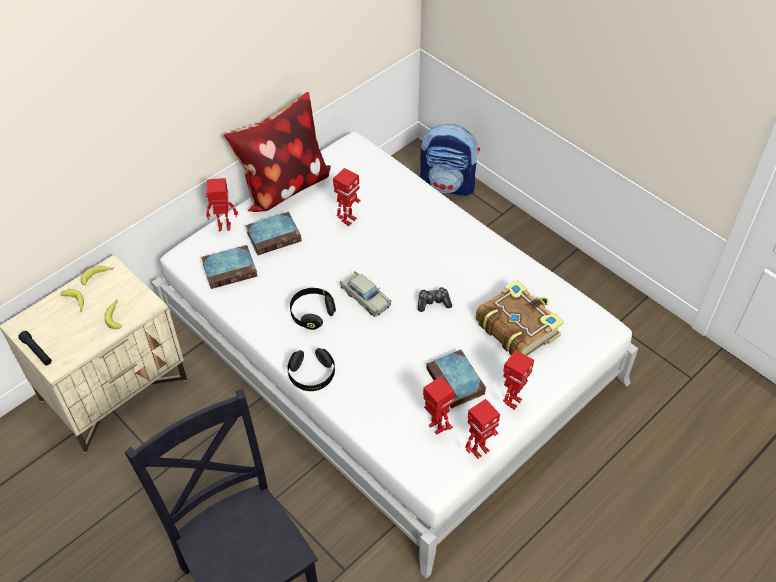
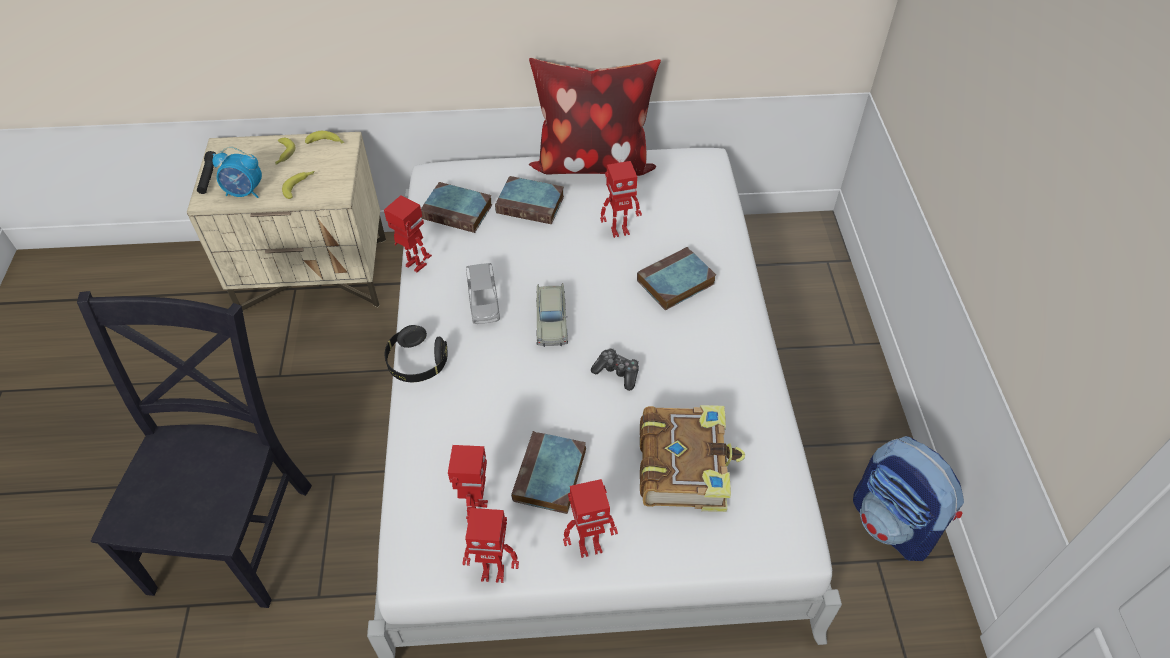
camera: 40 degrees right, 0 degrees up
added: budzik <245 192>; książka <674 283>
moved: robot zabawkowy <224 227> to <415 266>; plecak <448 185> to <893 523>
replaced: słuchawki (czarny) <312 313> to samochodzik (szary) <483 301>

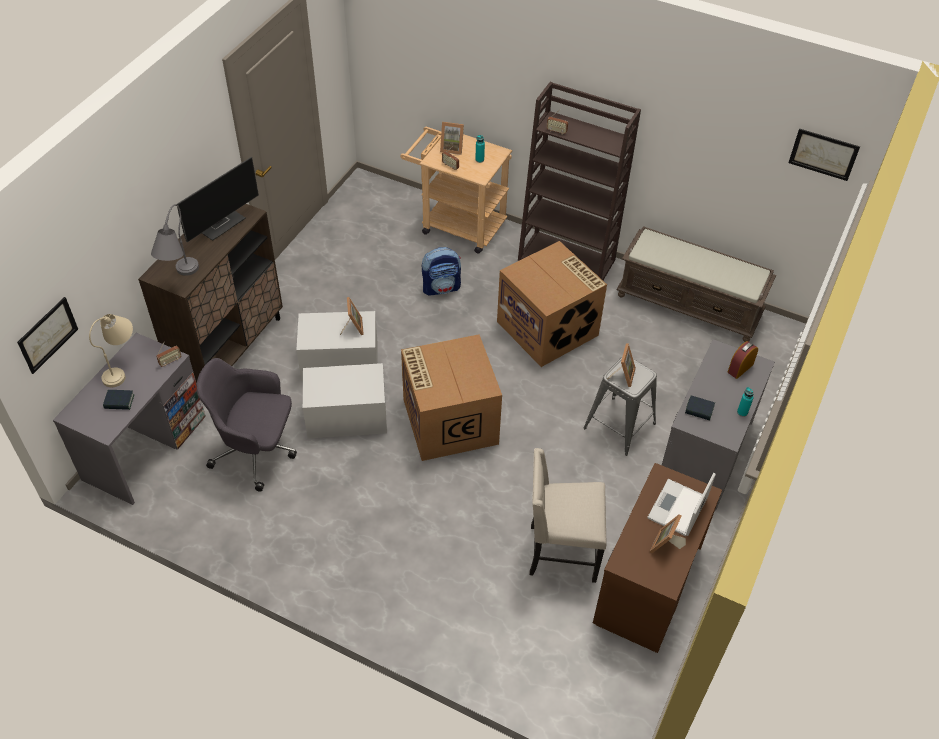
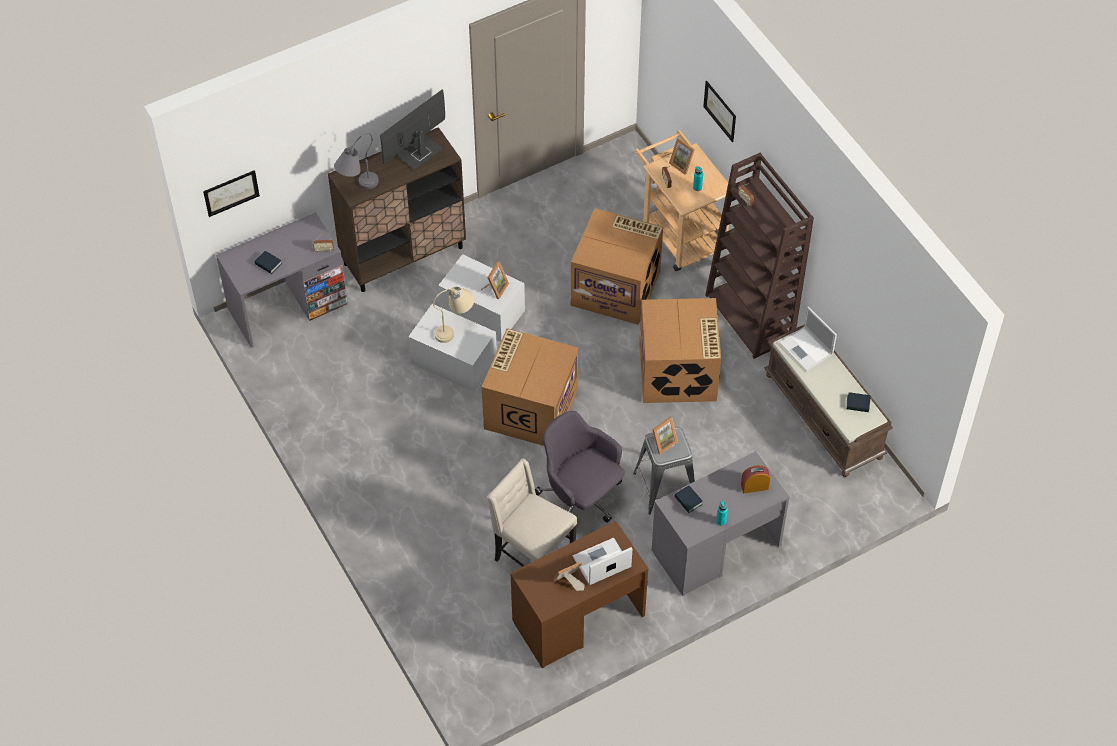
camera: 35 degrees right, 5 degrees up
added: laptop <806 349>; książka <858 404>
moved: lampa stołowa (beżowy) <122 367> to <455 328>; krzesło biurowe (szary) <256 451> to <581 499>; obraz <823 154> to <720 111>
replaced: plecak <441 287> to karton <617 287>
turned: monitor <220 223> = <419 153> 150 degrees clockwise

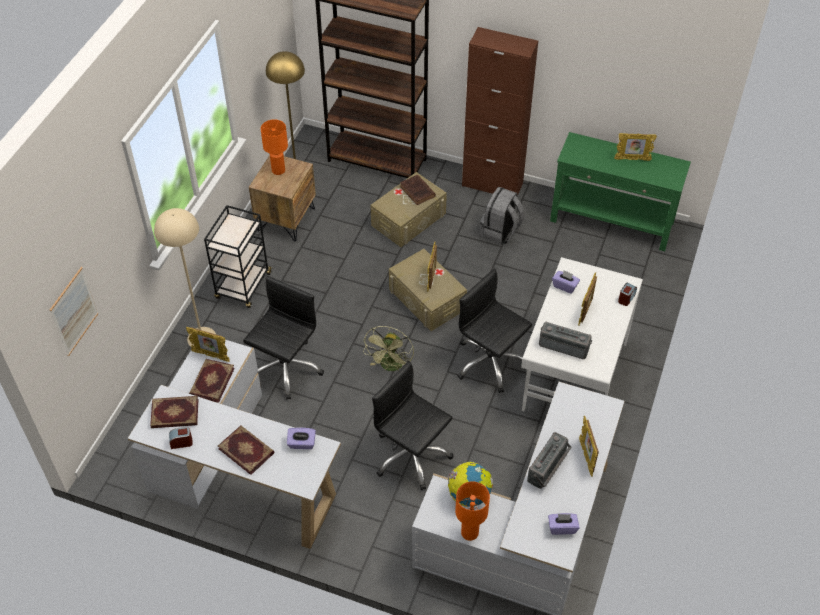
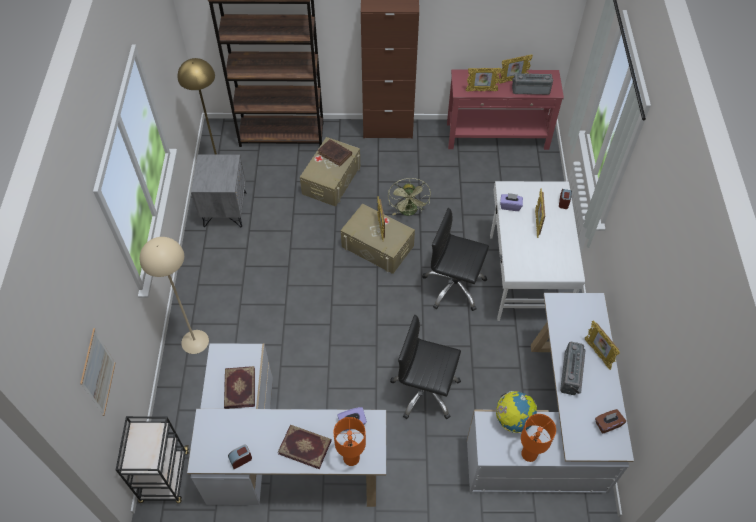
camera: 20 degrees left, 5 degrees up
removed: książka <175 414>; krzesło biurowe (czarny) <285 368>; plecak (szary) <500 232>
moved: wózek (czarny) <243 287> to <165 477>; lampa stołowa (pomarańczowy) <278 170> to <351 458>; wentylator (zielony) <391 367> to <409 212>; ramka na zdjęcie <211 356> to <481 90>; radio <564 345> to <530 89>
recoloured: szafka nocna (brązowy) <286 219> to szafka nocna (szary) <224 209>; stolik konsolowy (zielony) <612 222> to stolik konsolowy (czerwony) <497 136>; pudełko chusteczek (fioletowy) <562 527> to pudełko chusteczek (brązowy) <607 424>

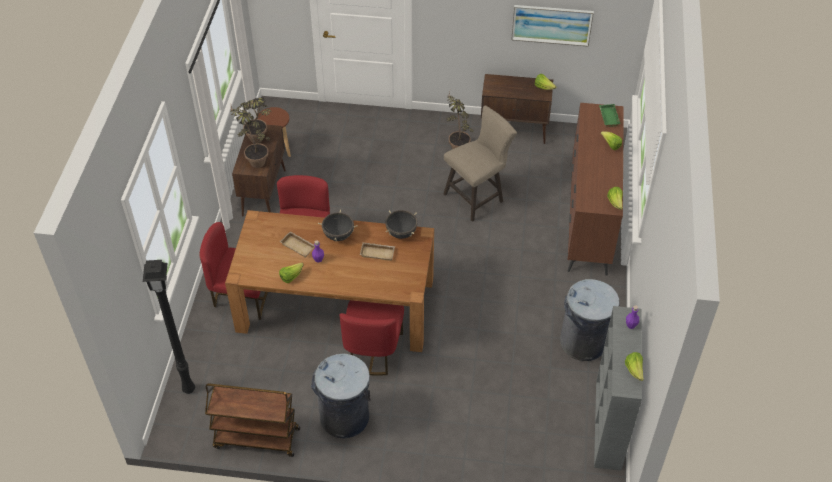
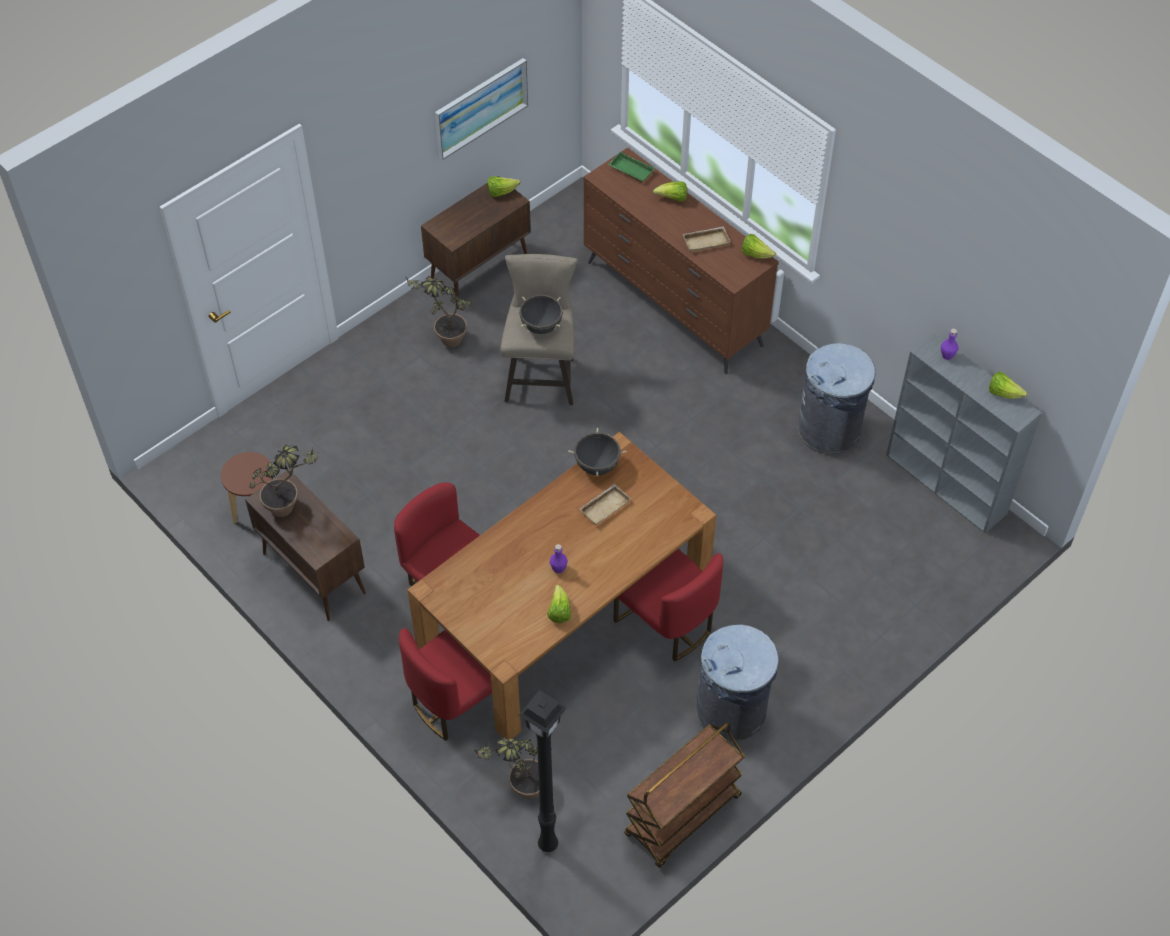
camera: 50 degrees left, 5 degrees up
moved: roślina doniczkowa <254 160> to <520 788>; garnek (czarny) <338 235> to <541 326>; taca (beżowy) <299 246> to <706 241>

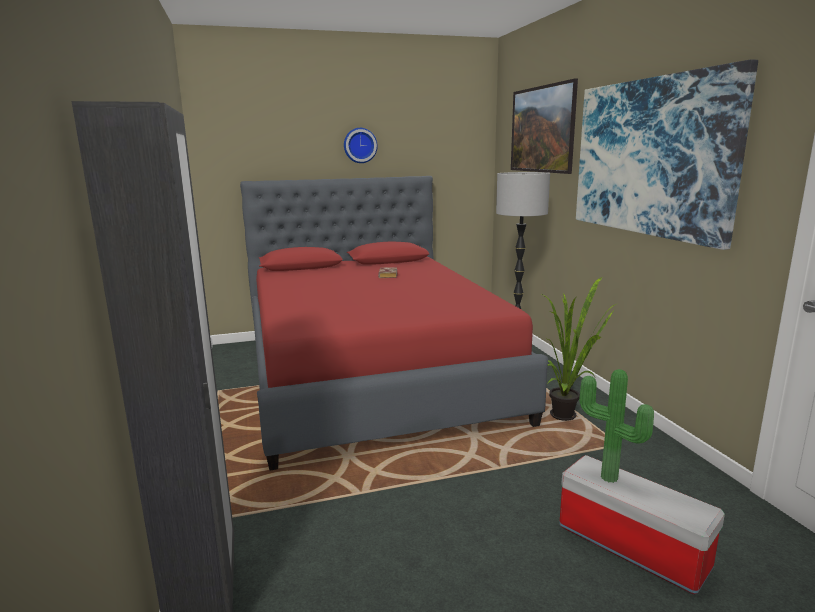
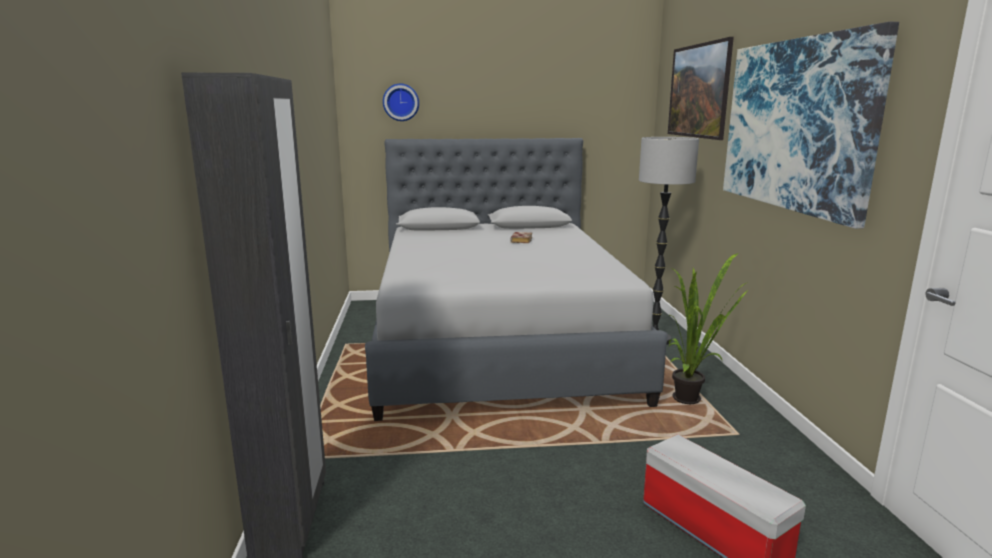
camera: 10 degrees right, 0 degrees up
removed: roślina doniczkowa <608 479>
moved: zegar ścienny <360 145> to <401 102>
recoloured: łóżko (czerwony) <373 376> to łóżko (szary) <499 342>

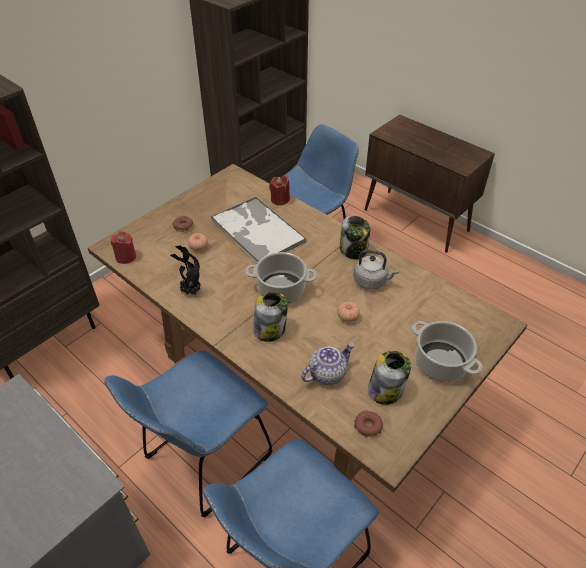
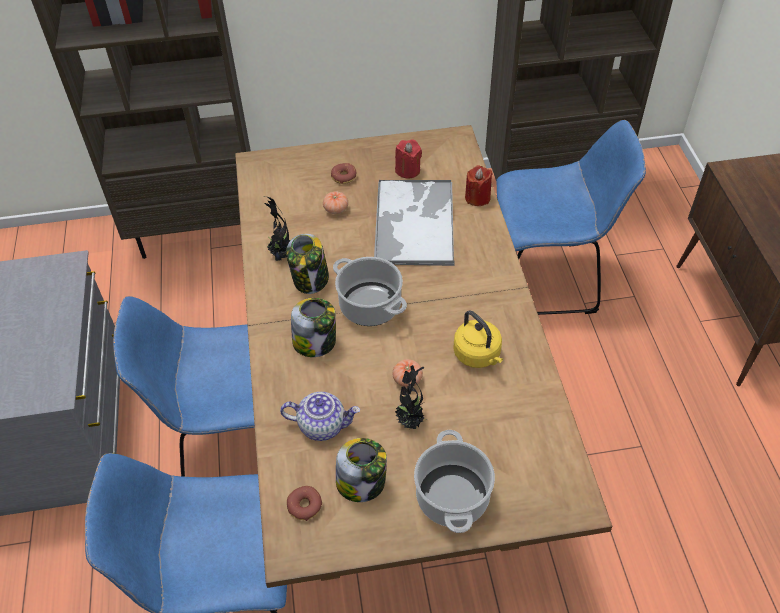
camera: 40 degrees right, 5 degrees up
added: roślina doniczkowa <411 421>
moved: słoik <353 250> to <310 280>; świeca (czerwony) <126 257> to <408 170>
recoloured: czajnik (szary) <372 281> to czajnik (żółty) <478 355>

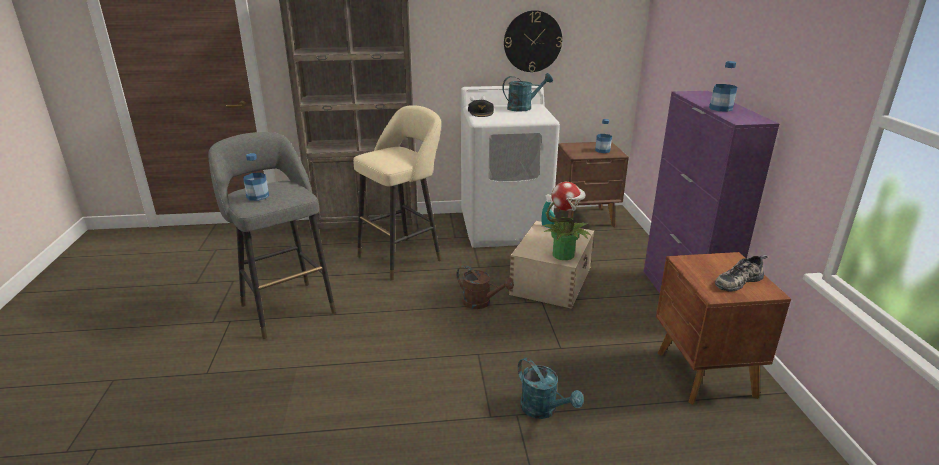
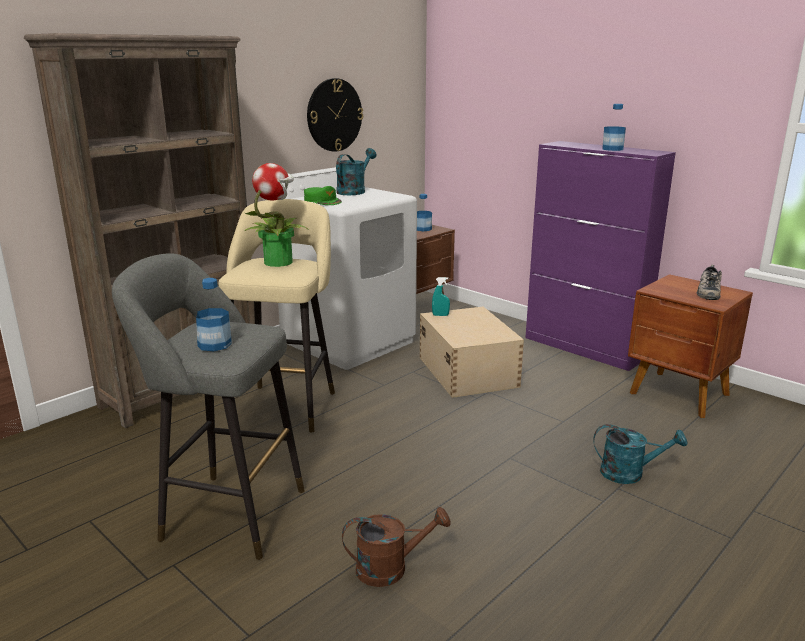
camera: 40 degrees left, 5 degrees down
moved: roślina doniczkowa <564 254> to <278 262>; konewka (brązowy) <481 303> to <390 568>
recoloured: czapka z daszkiem (czarny) <481 112> to czapka z daszkiem (zielony) <322 201>

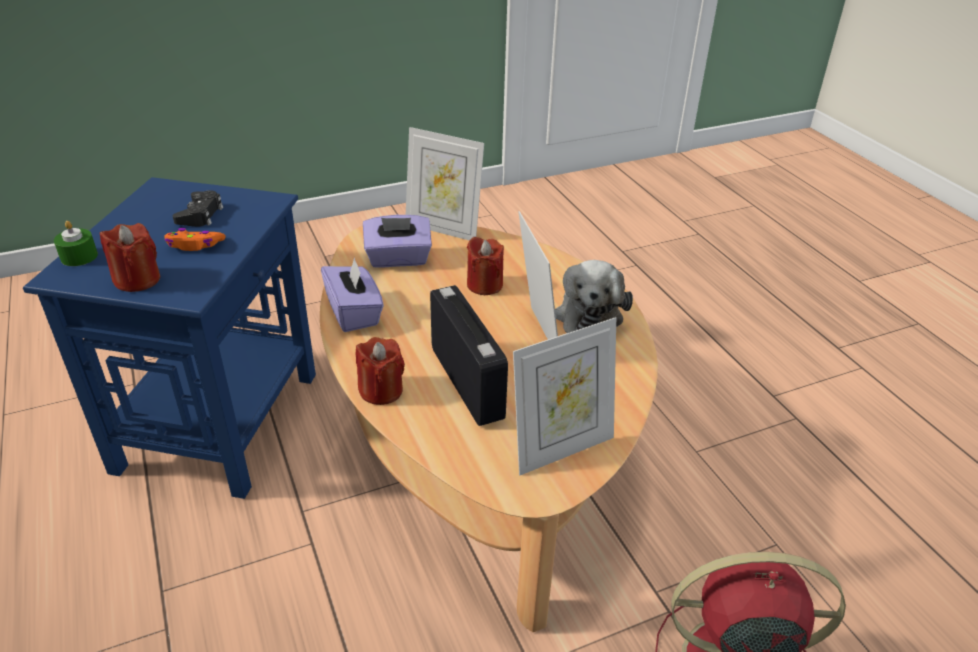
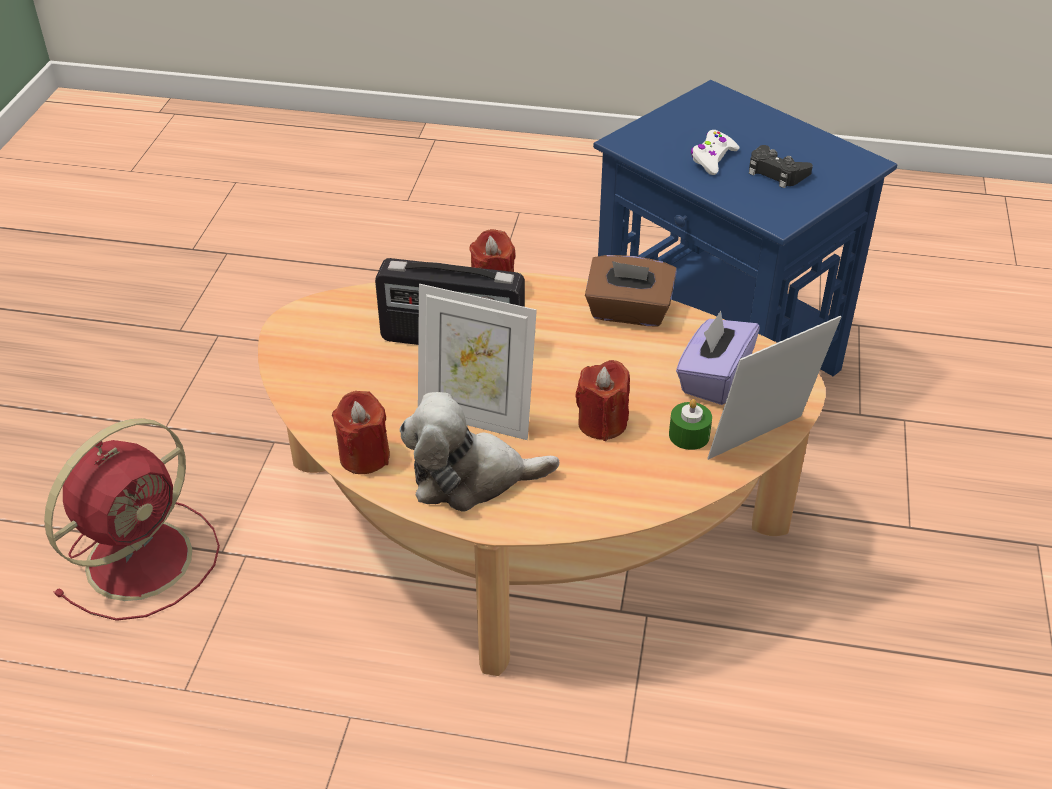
camera: 125 degrees right, 5 degrees up
removed: ramka na zdjęcie <561 448>
moved: świeca (czerwony) <137 280> to <364 456>; świeca (zielony) <79 256> to <689 435>
recoloured: pudełko chusteczek (fioletowy) <354 313> to pudełko chusteczek (brązowy) <628 312>; pad do gier (pomarańczowy) <195 245> to pad do gier (biały) <712 158>
turned: pluszak <588 315> = <470 478> 45 degrees counterclockwise

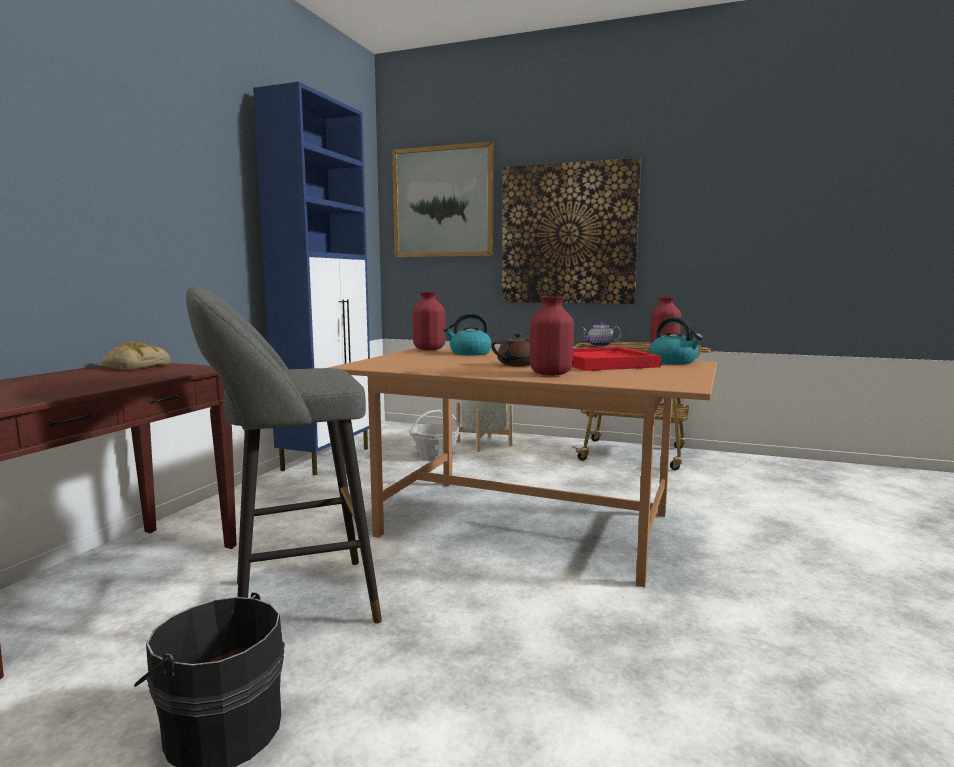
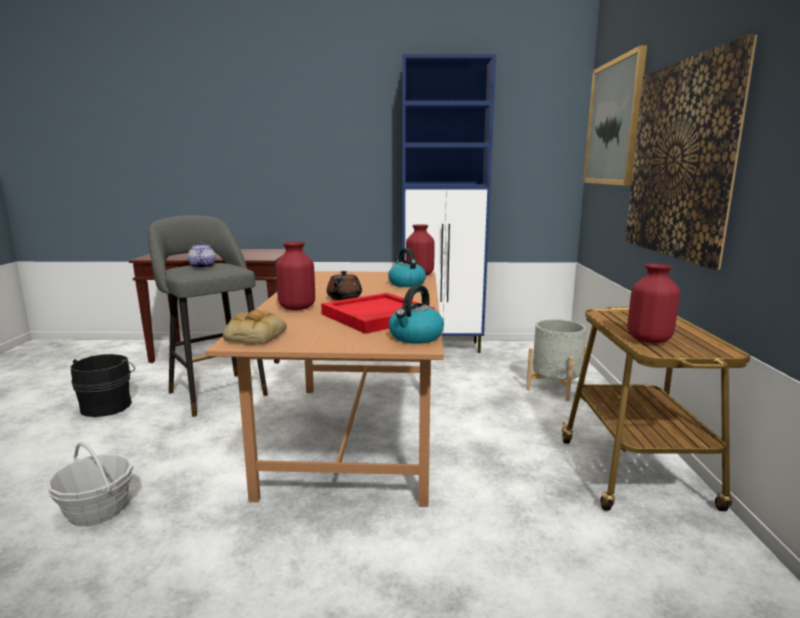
camera: 70 degrees right, 5 degrees up
moved: koszyk <435 456> to <97 510>; imbryk <599 345> to <202 267>; chleb <134 366> to <255 336>

